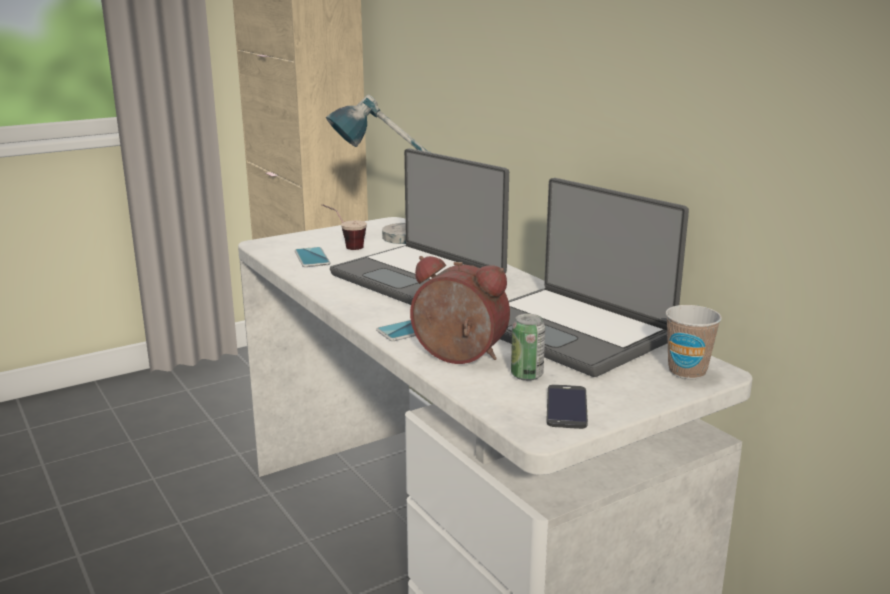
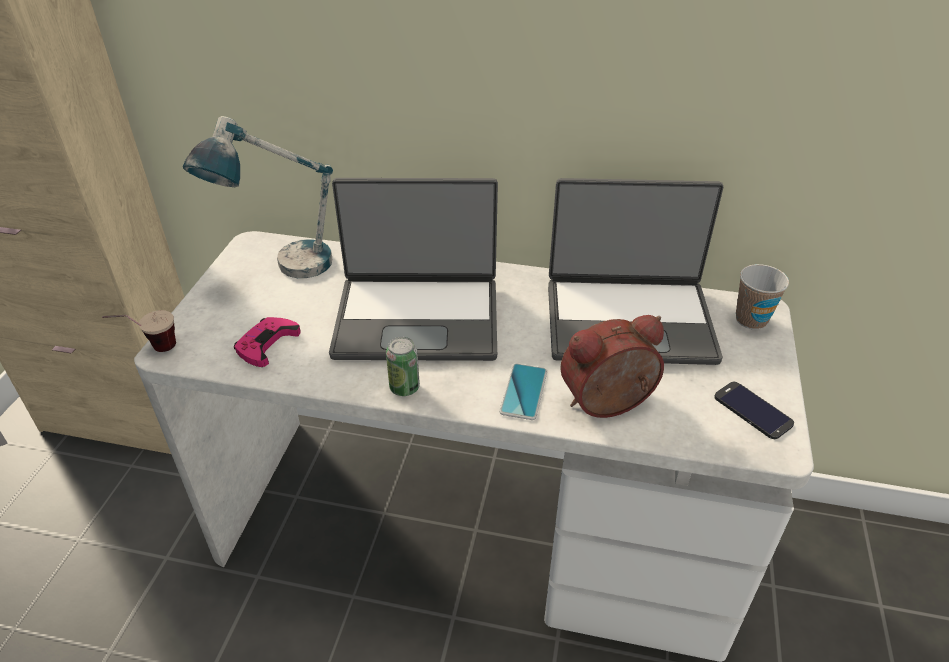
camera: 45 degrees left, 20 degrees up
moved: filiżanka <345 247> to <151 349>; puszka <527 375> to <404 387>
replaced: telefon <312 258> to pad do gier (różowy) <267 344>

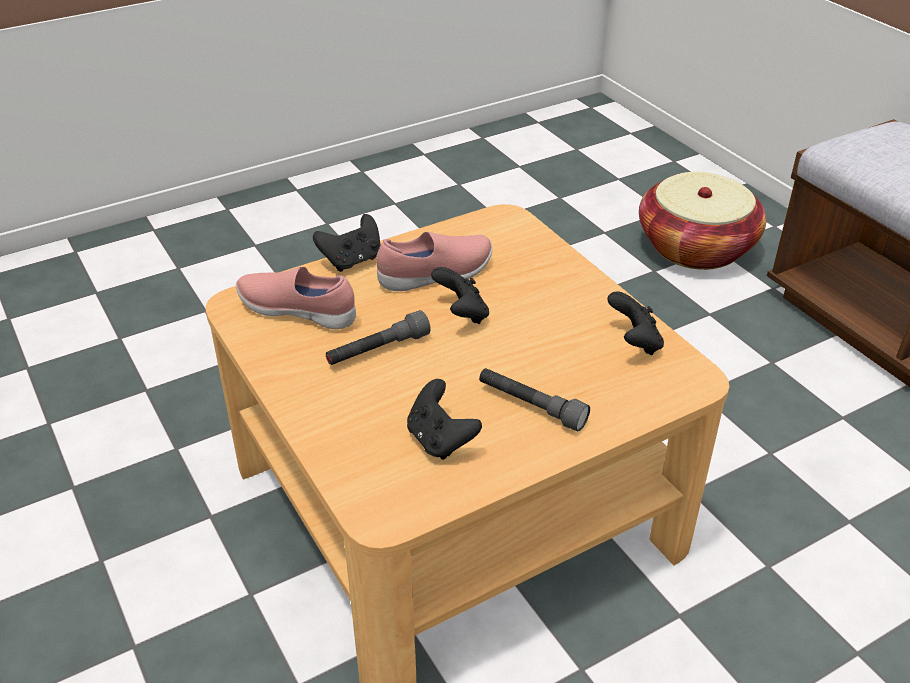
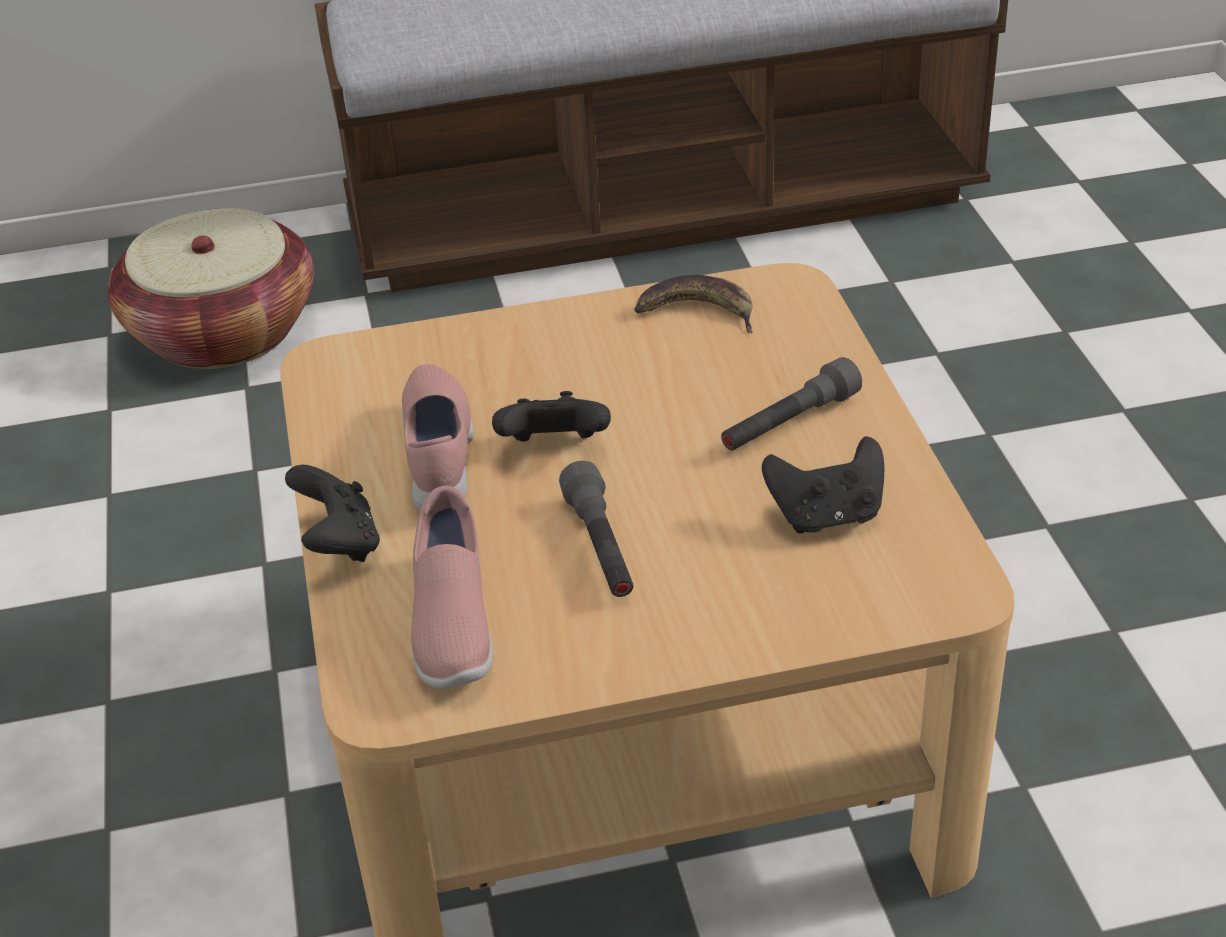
camera: 70 degrees left, 0 degrees up
replaced: pad do gier (czarny) <634 342> to banan <696 312>
turned: but (różowy) <298 312> = <451 625> 45 degrees counterclockwise

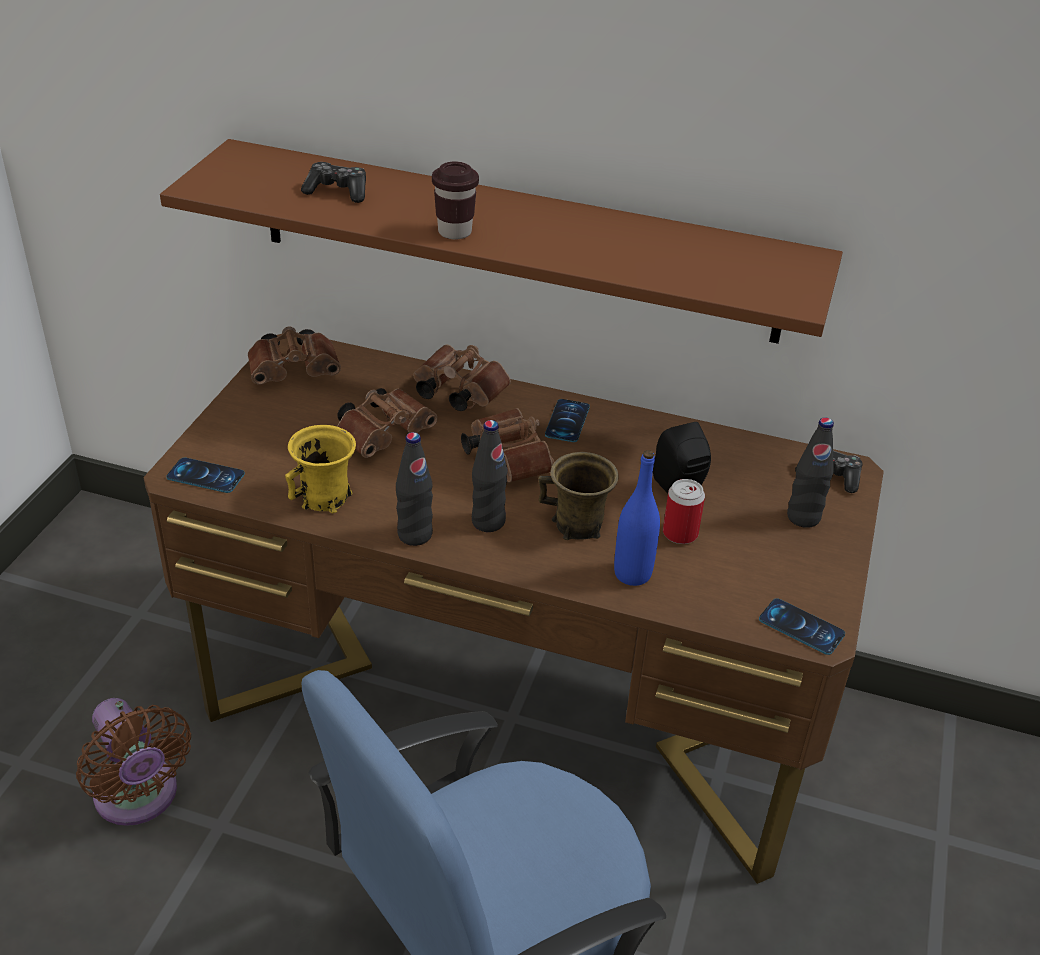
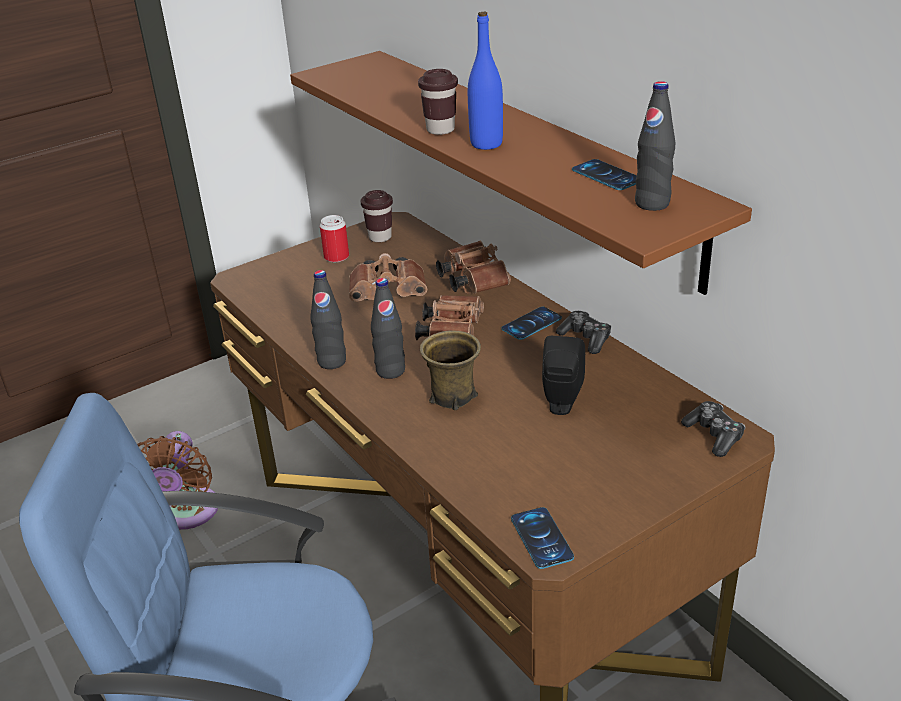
camera: 40 degrees right, 5 degrees down
removed: kubek (żółty) <325 498>
moved: puszka <680 533> to <336 257>; butelka (niebieski) <632 574> to <486 144>; pad do gier <337 191> to <585 338>; telefon <205 476> to <607 175>; butelka (czarny) <803 517> to <652 203>
replaced: lornetka (brązowy) <296 371> to filiżanka (brązowy) <380 237>

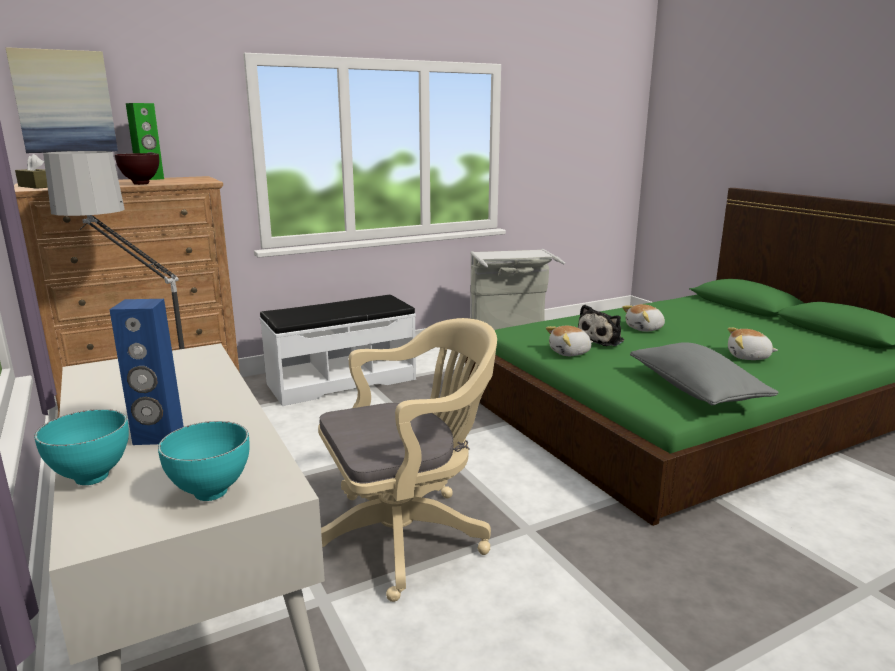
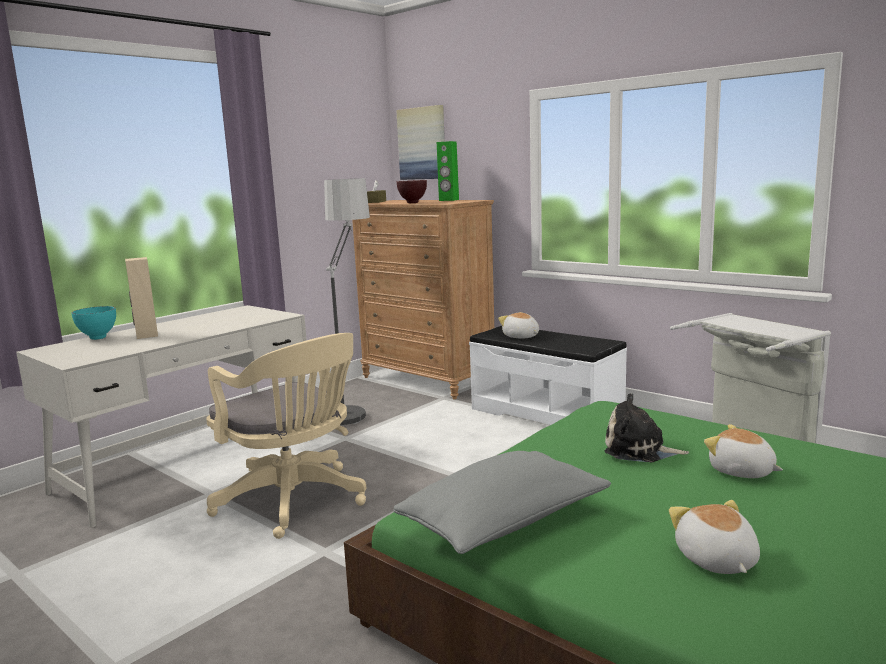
camera: 70 degrees right, 5 degrees down
removed: miska (turkusowy) <212 493>
moved: pluszak <570 353> to <520 337>
recoloured: głośnik (niebieski) <158 436> to głośnik (beżowy) <146 335>

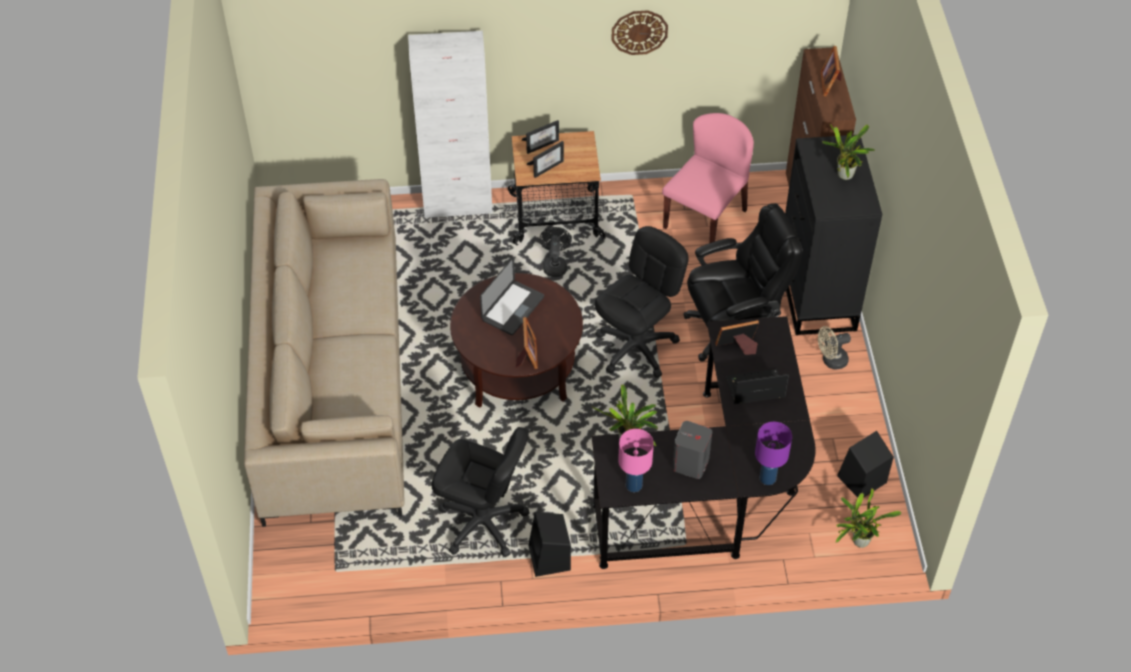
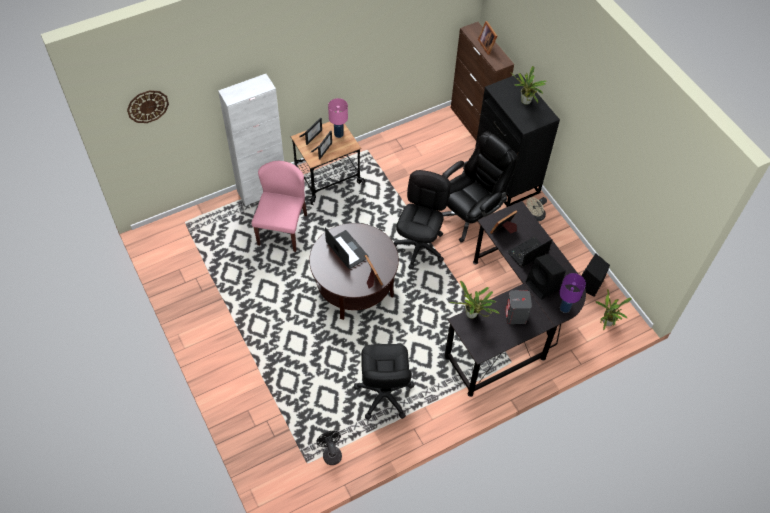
camera: 25 degrees left, 5 degrees up
removed: kanapa (beżowy) <332 378>
moved: zegar ścienny <639 32> to <147 106>; krzesło (różowy) <705 218> to <282 229>; wentylator (czarny) <555 265> to <331 453>; lampa stołowa (różowy) <634 485> to <339 134>; głośnik (czarny) <550 559> to <543 285>
turned: laptop <513 308> = <347 250> 45 degrees counterclockwise; krzesło biurowe (czarny) <482 523> = <384 395> 90 degrees clockwise

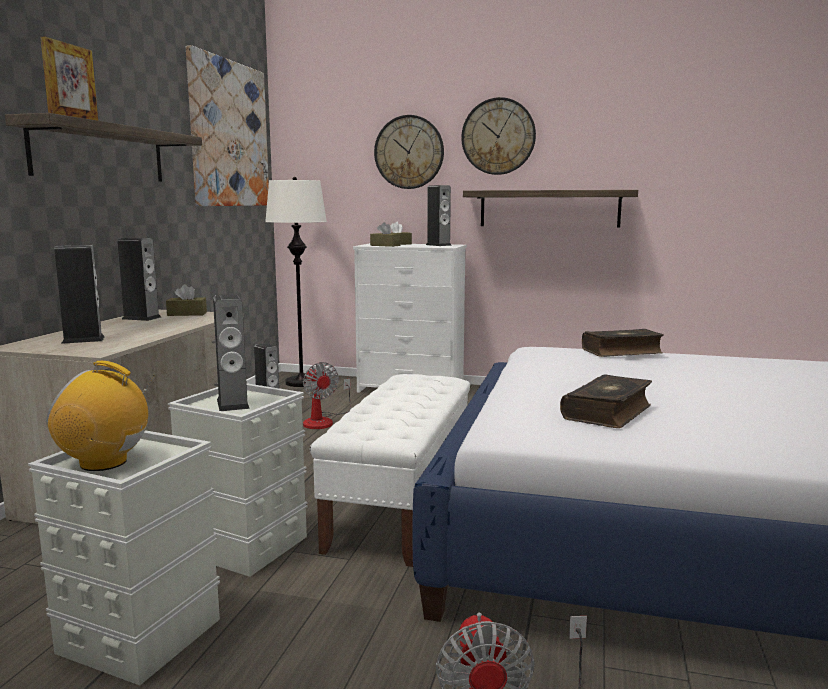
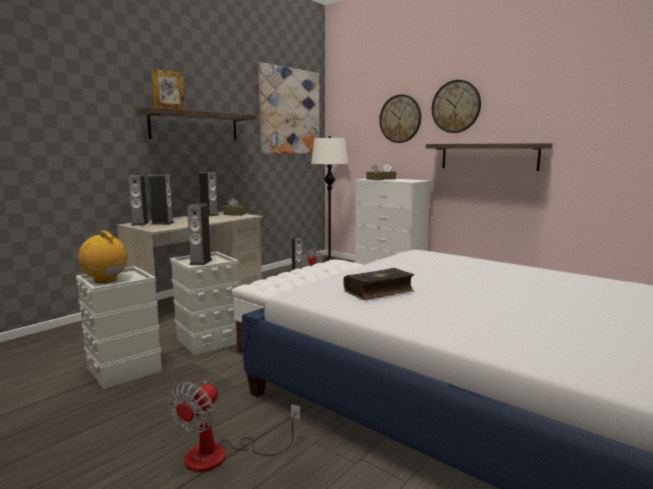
camera: 25 degrees right, 0 degrees up
removed: książka <622 352>
moved: głośnik <438 245> to <140 223>

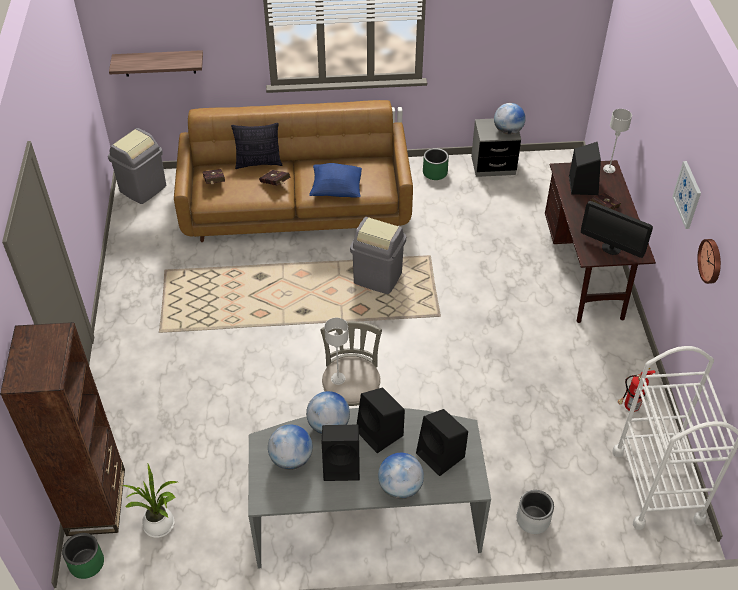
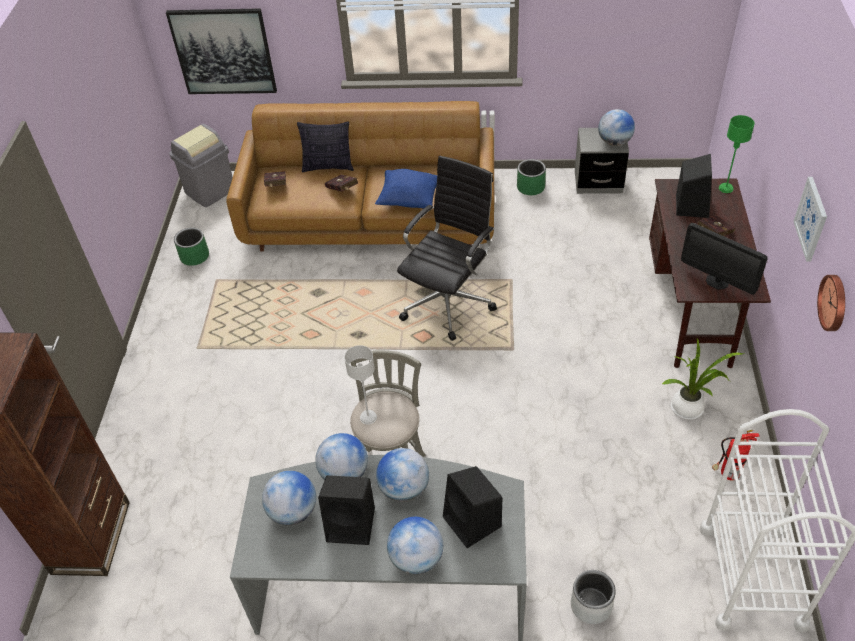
camera: 10 degrees right, 0 degrees up
moved: donica (zielony) <87 563> to <195 256>; roślina doniczkowa <161 526> to <689 409>
replaced: półka <159 63> to obraz <223 51>; głośnik (czarny) <380 433> to globus <404 489>; kosz na śmieci (szary) <378 277> to krzesło biurowe (czarny) <449 301>
recoloured: lampa stołowa (szary) <609 169> to lampa stołowa (zielony) <726 188>

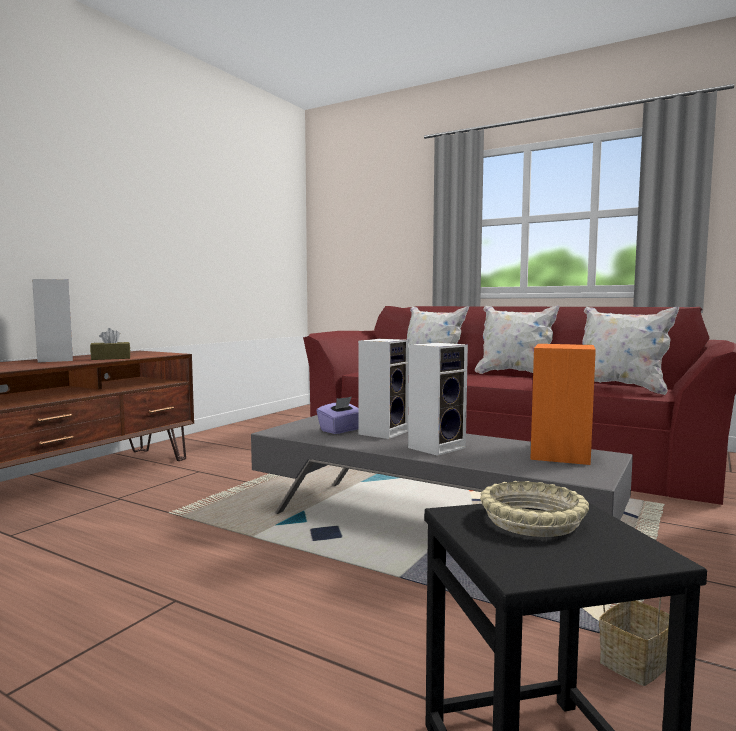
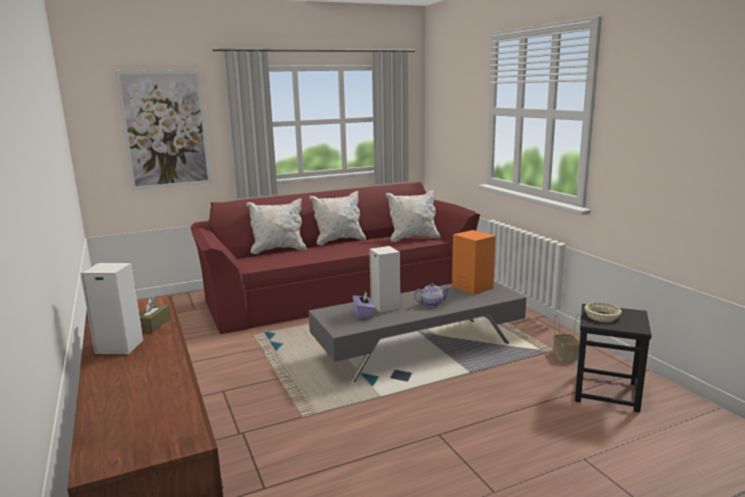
camera: 55 degrees left, 10 degrees up
added: obraz <165 130>
replaced: głośnik <437 447> to imbryk <431 304>

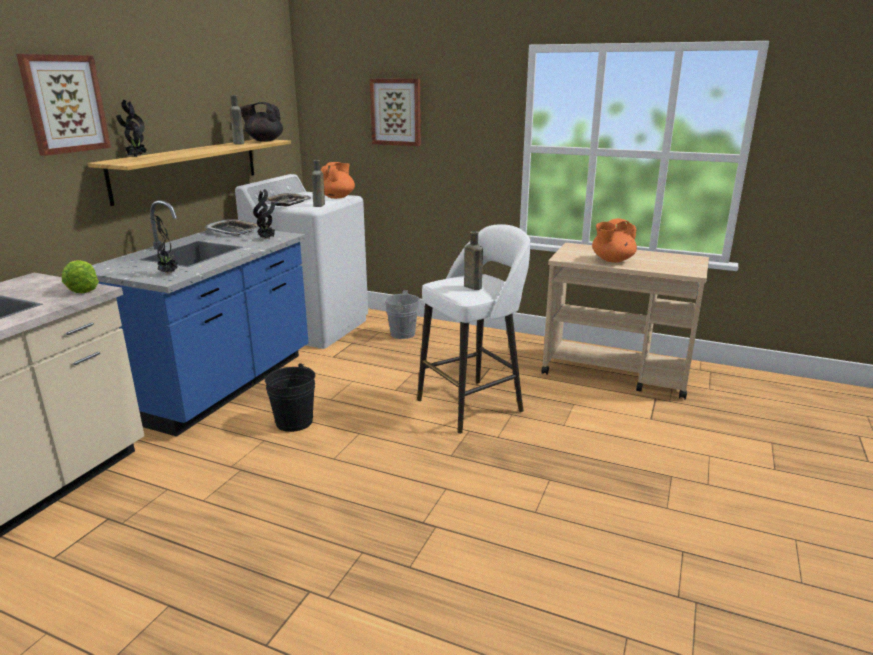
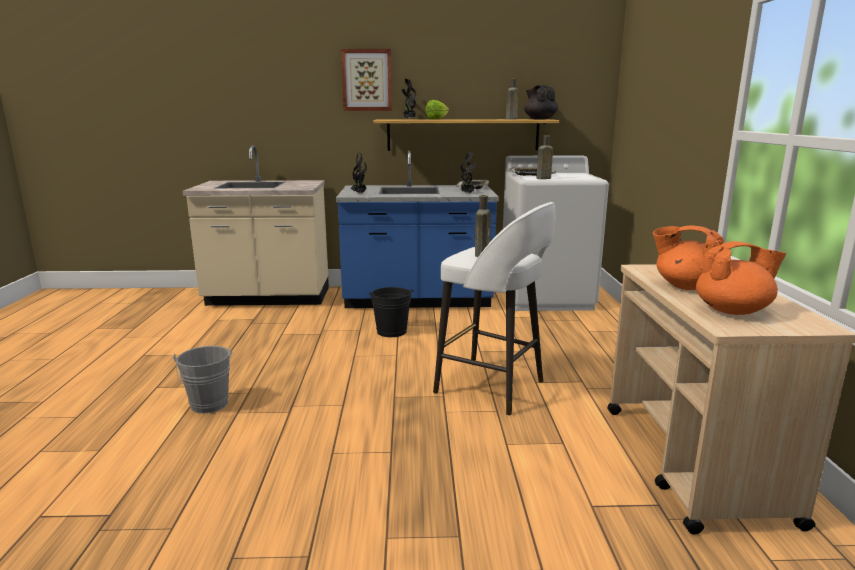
camera: 65 degrees right, 5 degrees down
removed: obraz <396 112>
moved: wiadro (szary) <405 334> to <209 406>; sałata <84 287> to <439 119>; imbryk (pomarańczowy) <337 197> to <733 311>

